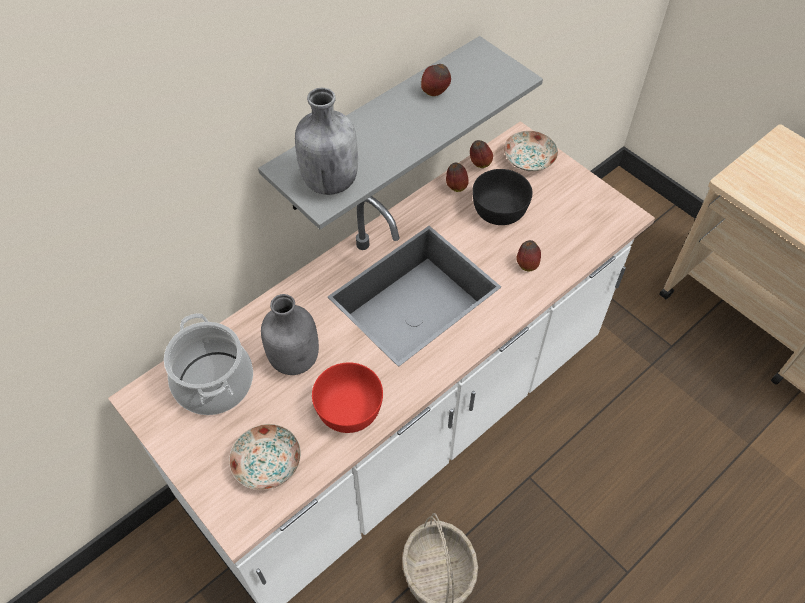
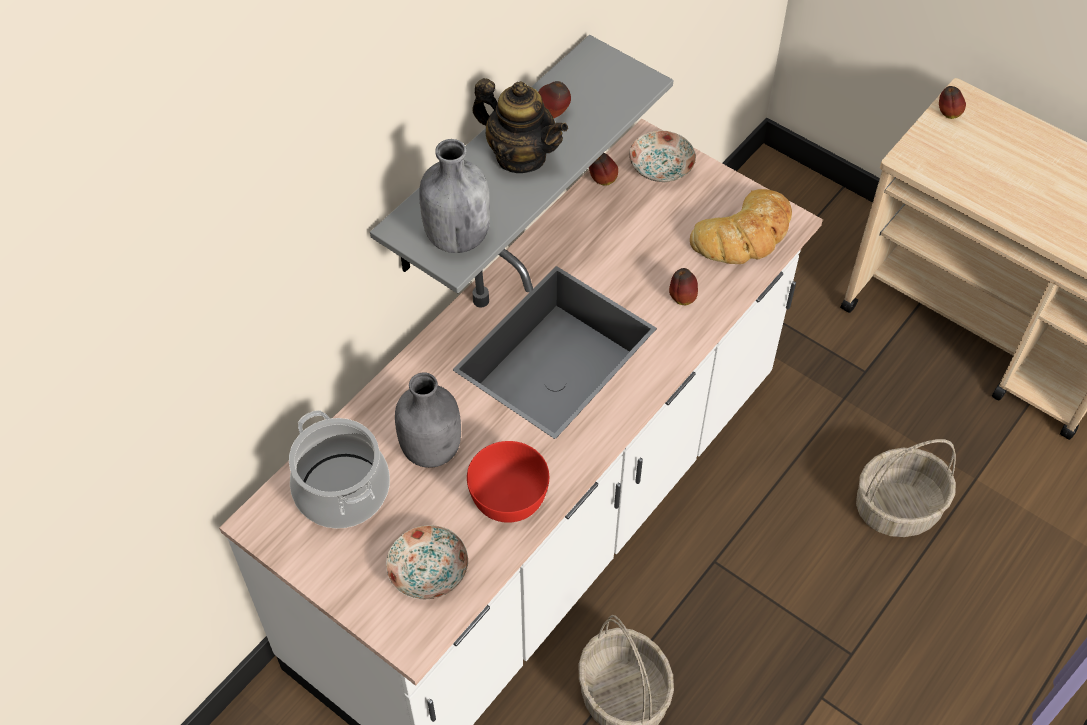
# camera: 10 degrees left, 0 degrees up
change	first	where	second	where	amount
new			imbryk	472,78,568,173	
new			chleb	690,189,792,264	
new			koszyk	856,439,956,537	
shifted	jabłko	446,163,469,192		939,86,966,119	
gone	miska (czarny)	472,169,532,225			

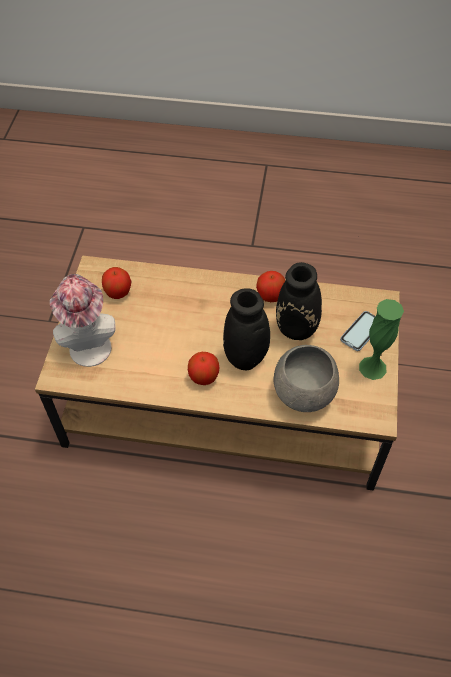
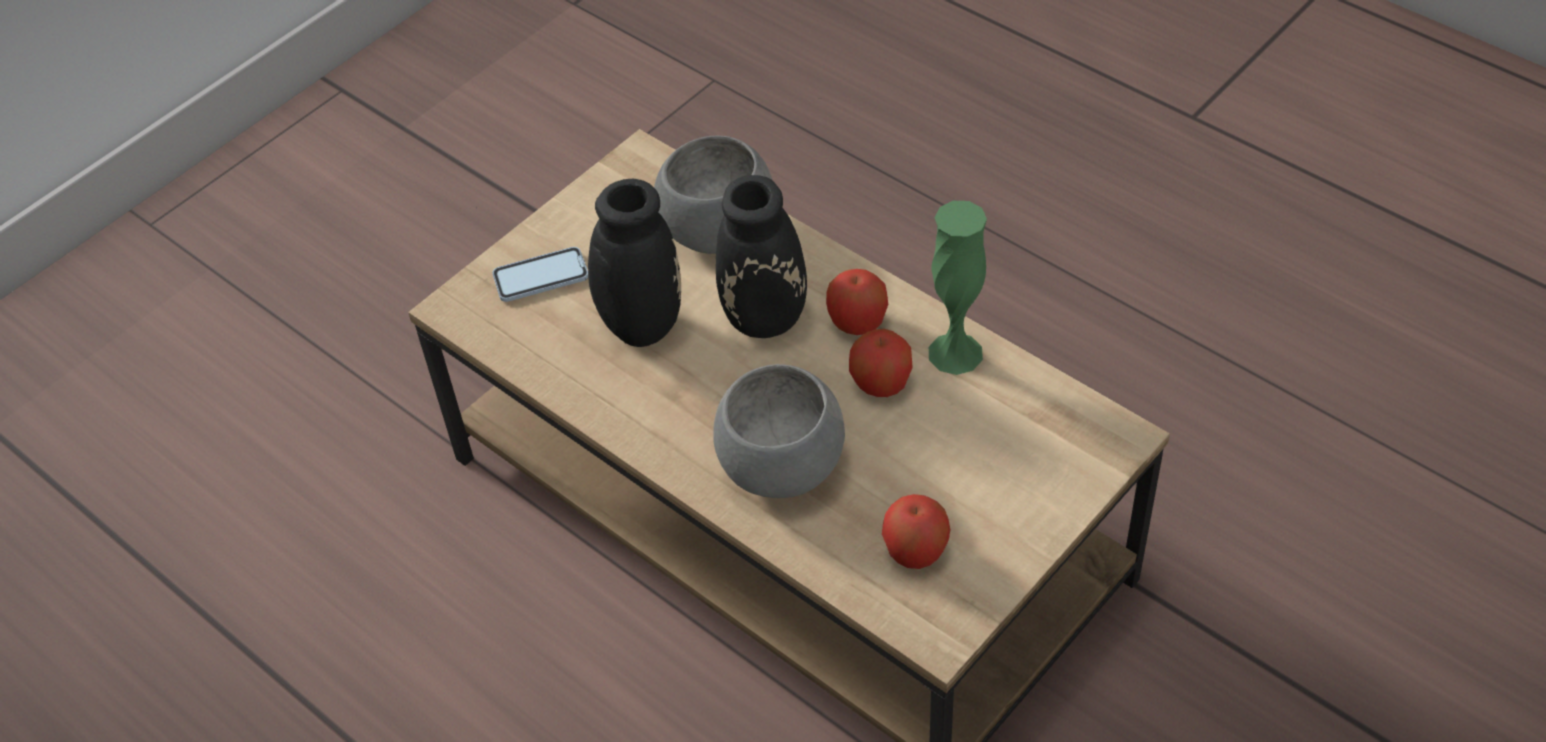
# camera: 145 degrees left, 5 degrees down
change	first	where	second	where	amount
new			miska (szary)	713,364,845,498	
shifted	jabłko	256,271,285,302		849,329,913,397	
shifted	wazon (zielony)	359,299,404,380		929,201,987,375	
gone	kapelusz	50,274,116,367			

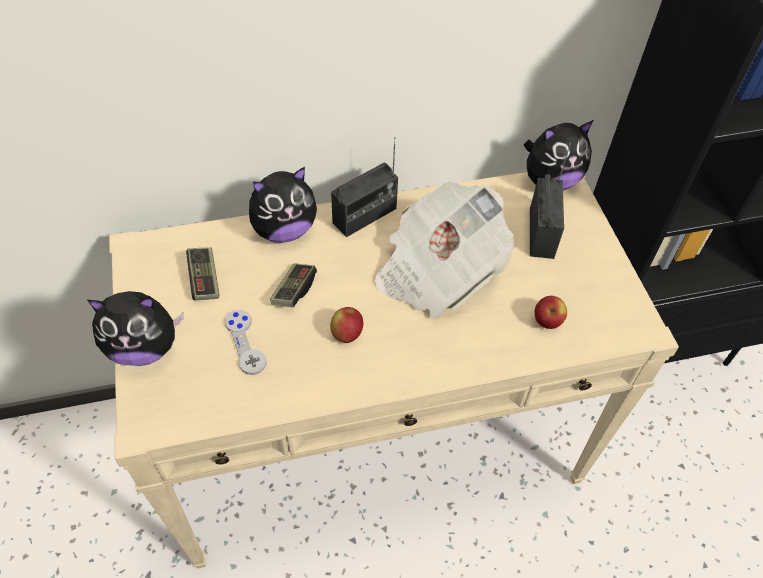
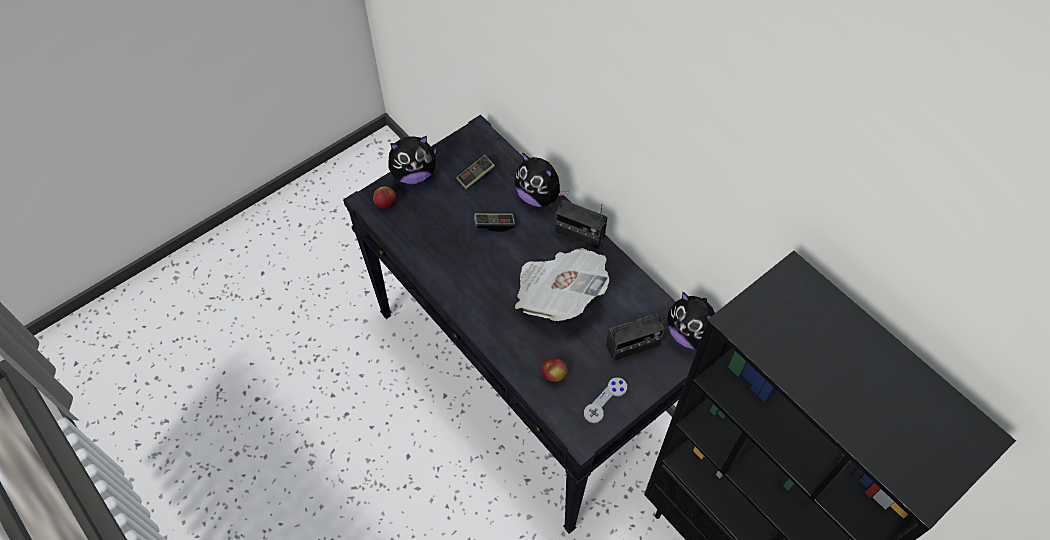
# camera: 65 degrees right, 5 degrees up
change	first	where	second	where	amount
repainted	stolik konsolowy (beżowy)	109,172,679,569	stolik konsolowy (czarny)	343,115,697,534	
shifted	jabłko	330,307,363,343		373,186,396,208	
rotated	pluszak	87,291,184,366		388,136,437,184	75 degrees counterclockwise
shifted	pad do gier (szary)	225,310,267,375		584,377,627,423	

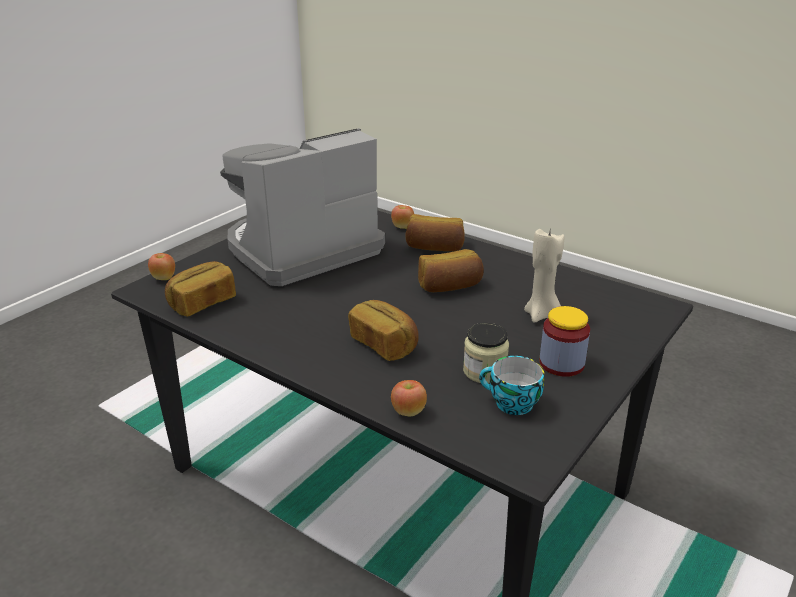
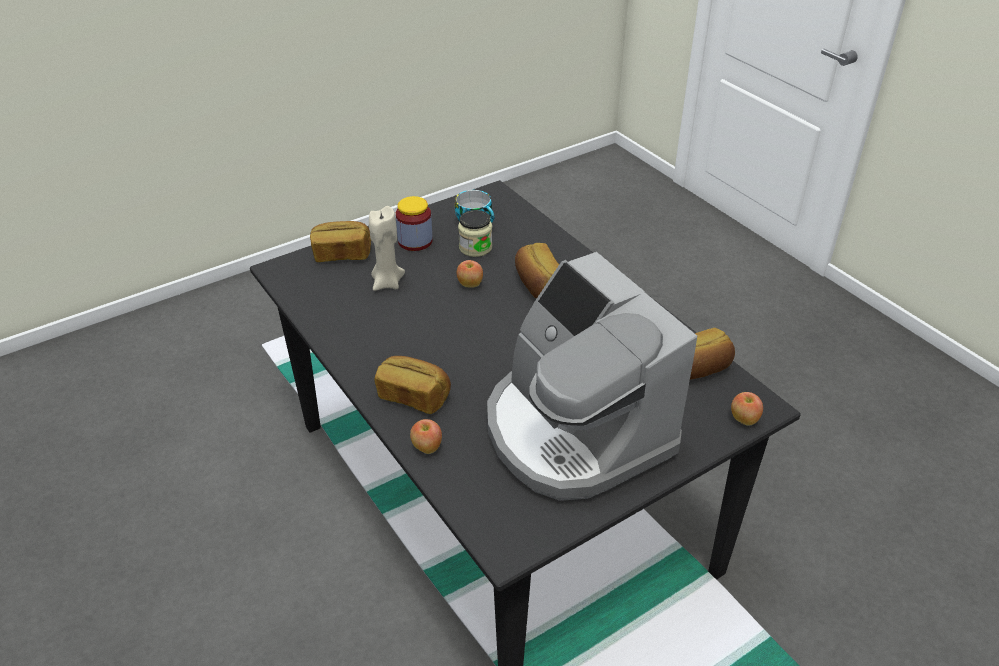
# camera: 160 degrees left, 10 degrees up
change	first	where	second	where	amount
shifted	chleb	418,249,484,292		310,221,371,262	
shifted	jabłko	391,380,427,417		457,260,483,287	
rotated	ekspres do kawy	220,128,385,286		487,252,697,501	75 degrees clockwise

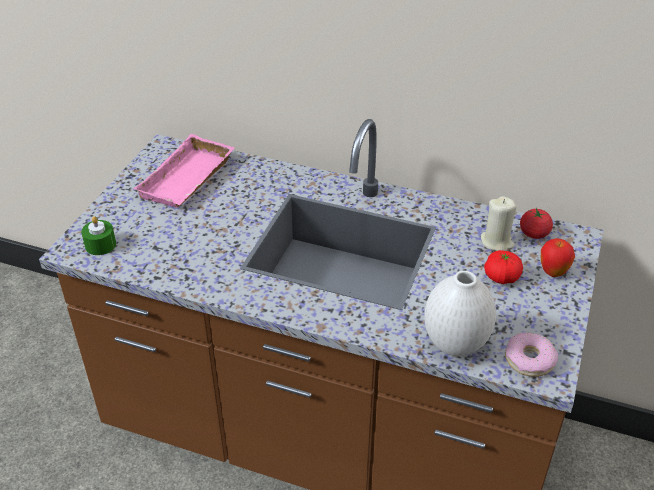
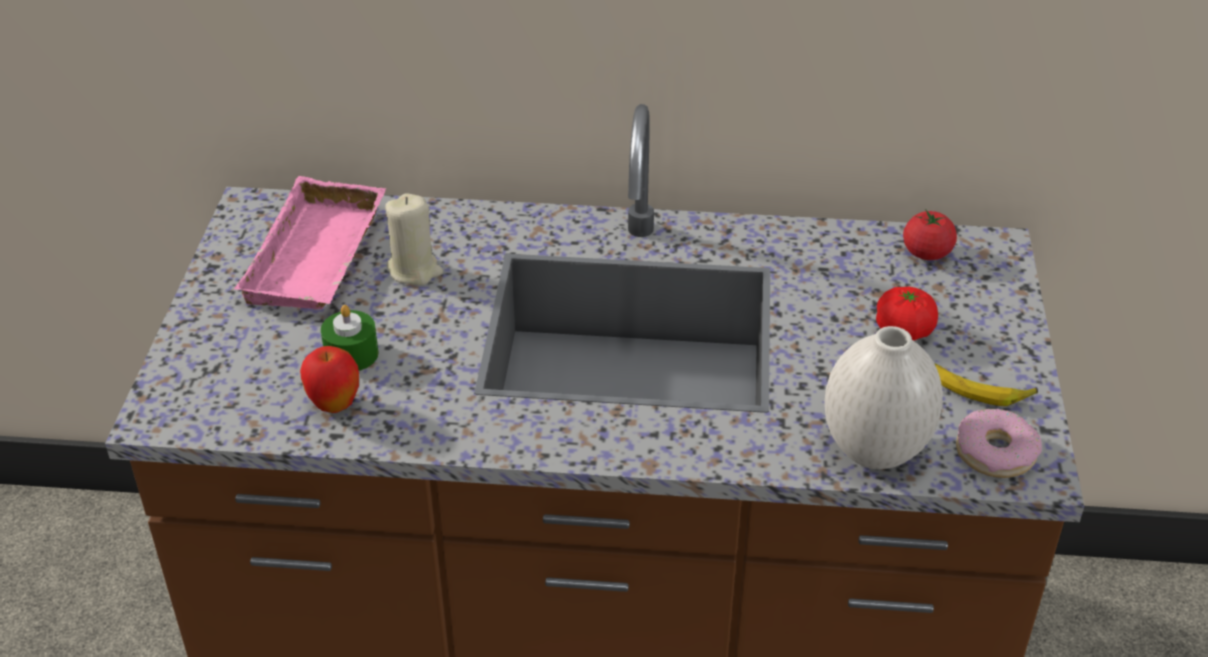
# camera: 15 degrees left, 0 degrees up
change	first	where	second	where	amount
shifted	jabłko	541,238,575,277		300,346,359,413	
shifted	świeca (zielony)	81,216,116,255		321,305,379,371	
shifted	świeca (beżowy)	481,196,517,251		385,193,443,286	
new			banan	934,363,1038,406	

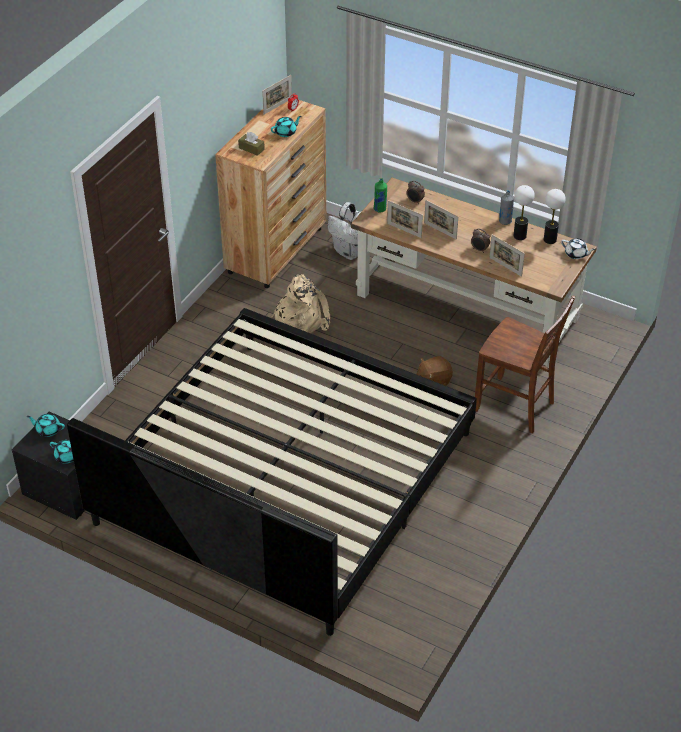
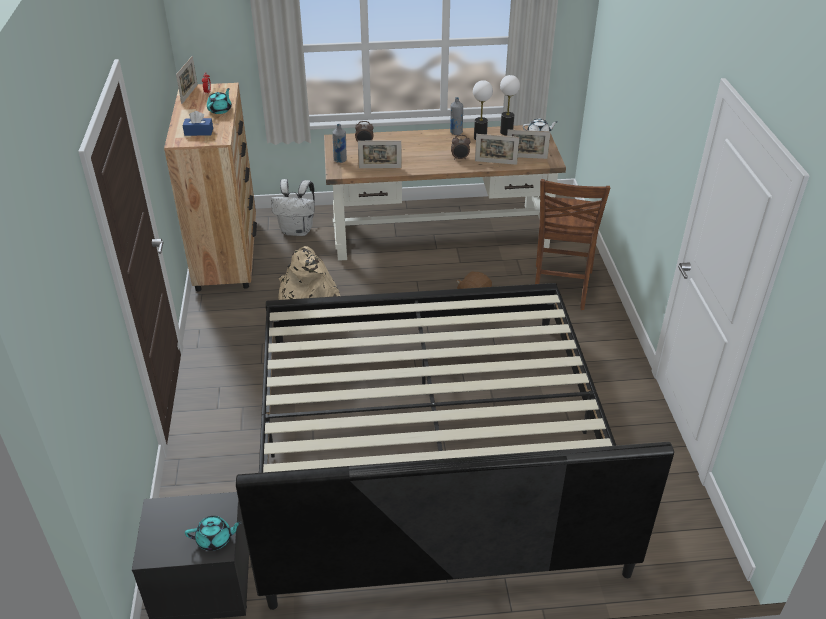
# camera: 35 degrees left, 5 degrees down
change	first	where	second	where	amount
repainted	pudełko chusteczek (brązowy)	238,132,265,156	pudełko chusteczek (niebieski)	183,111,213,136	
repainted	butelka (zielony)	374,178,387,213	butelka (szary)	332,124,347,163	
shifted	ramka na zdjęcie	424,200,458,240		507,130,550,159	
rotated	krzesło (brązowy)	475,295,575,433		535,179,610,310	105 degrees clockwise
gone	imbryk (turkusowy)	27,414,65,437			

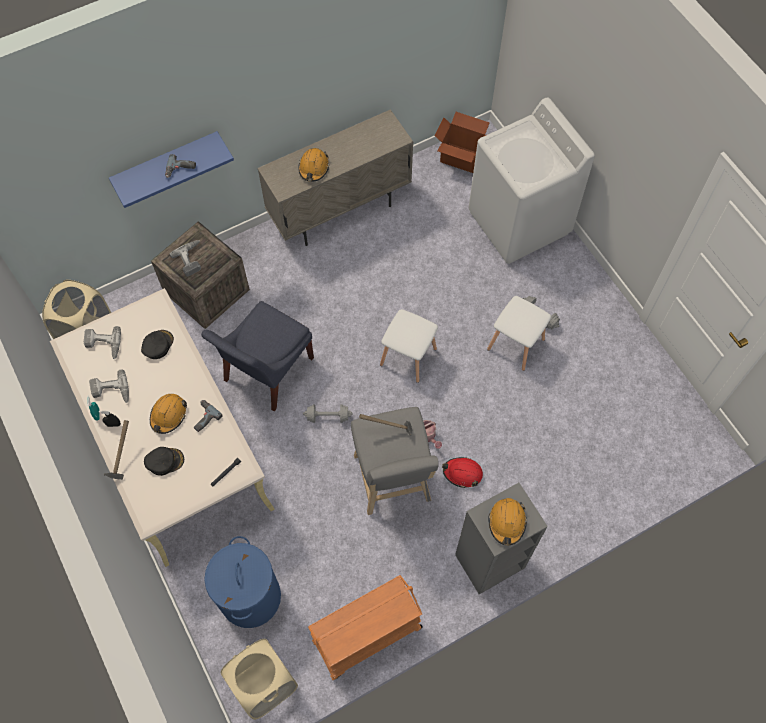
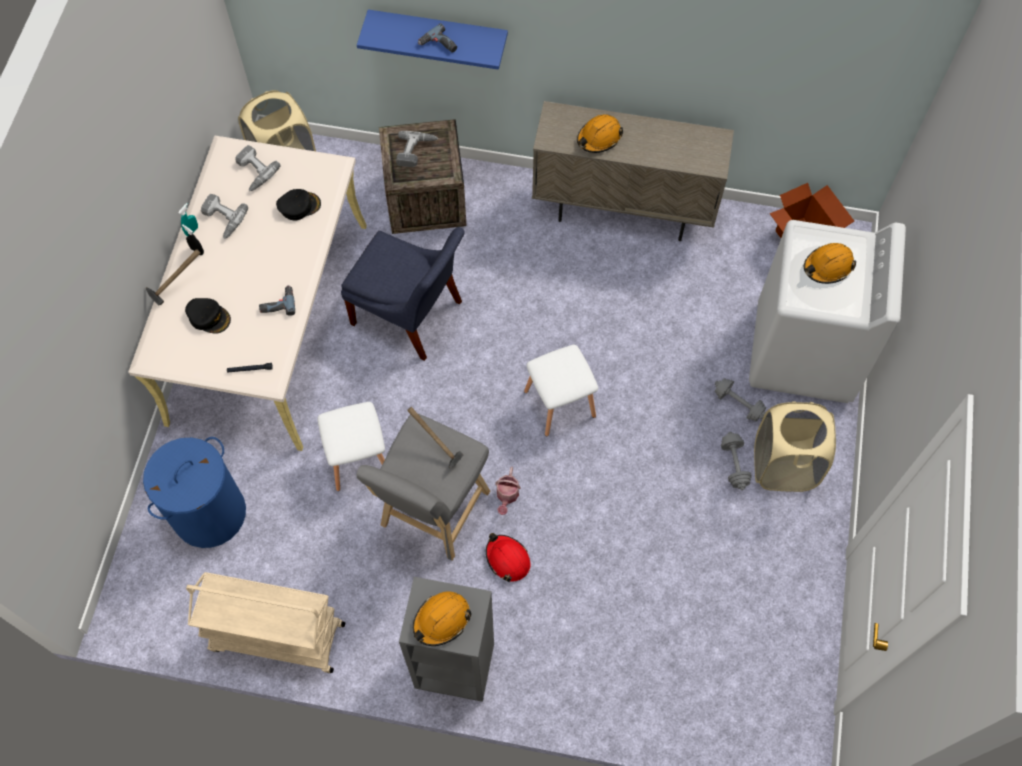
# camera: 40 degrees right, 0 degrees up
change	first	where	second	where	amount
repainted	wózek (pomarańczowy)	308,575,423,680	wózek (beżowy)	186,572,345,673	
shifted	stołek (biały)	487,296,551,371		317,402,385,491	
rotated	krzesło (niebieski)	201,301,314,411		341,227,465,361	135 degrees counterclockwise
shifted	hantel (szary)	303,404,353,423		715,378,766,421	
shifted	kosz na pranie (beżowy)	221,639,298,720		754,401,836,492	
shifted	kask (pomarańczowy)	150,394,187,434		804,243,856,284	

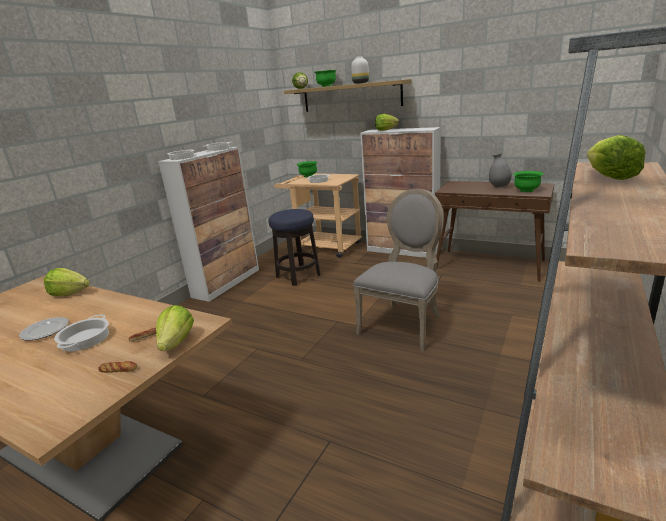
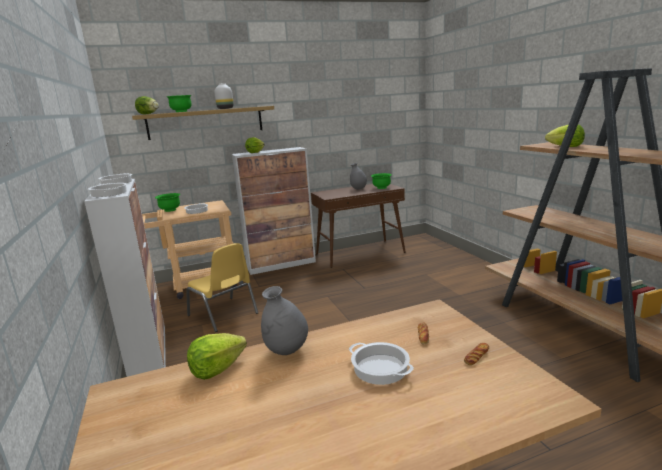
# camera: 50 degrees left, 5 degrees down
change	first	where	second	where	amount
swapped	stołek	269,209,321,286	krzesło (żółty)	186,243,258,332	
new			wazon (szary)	261,286,308,355	
gone	talerz	19,317,69,340			
gone	sałata	156,305,194,351			
gone	krzesło (szary)	353,189,444,352			

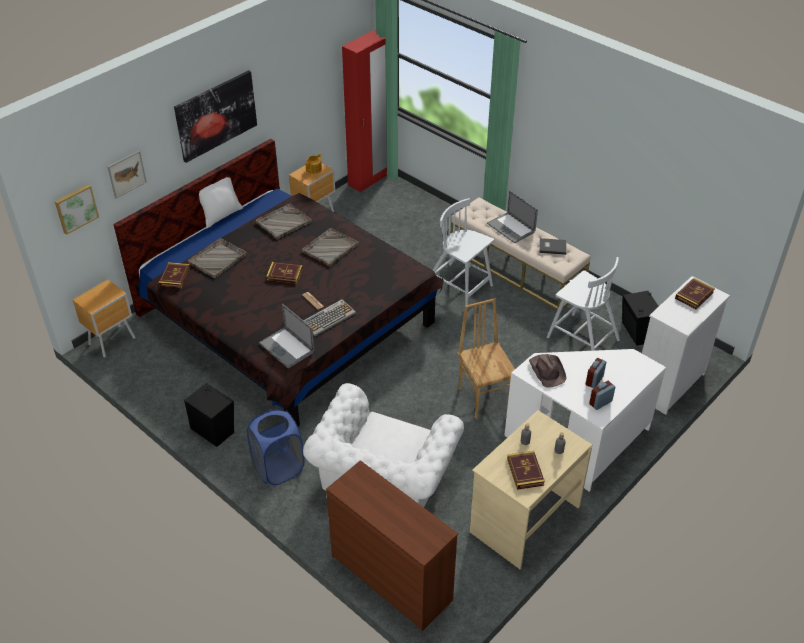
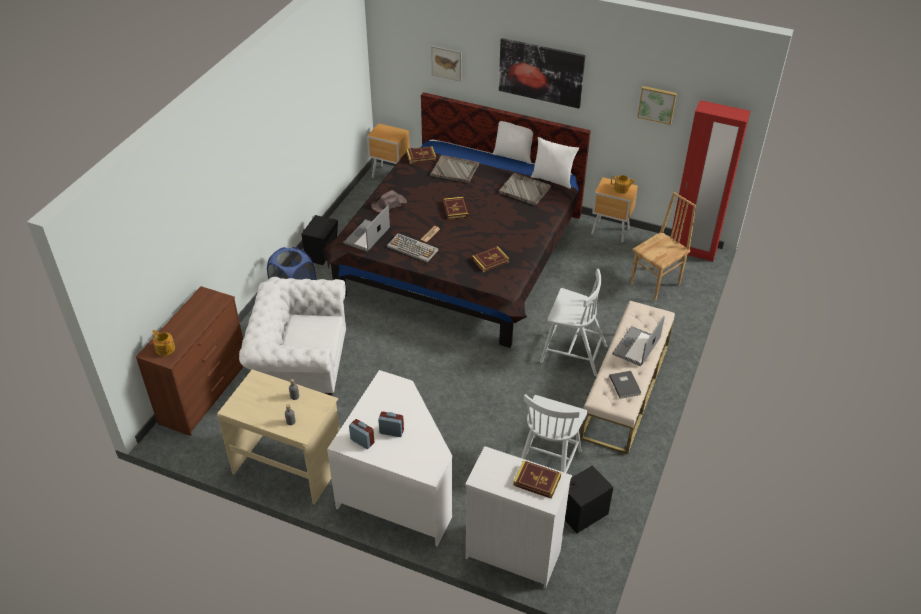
# camera: 70 degrees right, 0 degrees up
change	first	where	second	where	amount
new			imbryk	152,330,175,356	
shifted	kapelusz (brązowy)	529,354,567,387		371,190,407,213	
shifted	książka	507,451,545,490		472,246,509,272	
new			poduszka (biały)	531,137,579,189	
rotated	krzesło (biały)	433,198,494,306		540,269,607,376	90 degrees clockwise
shifted	krzesło (brązowy)	457,298,515,419		631,192,696,301	
shifted	obraz	55,184,99,235		637,86,677,125	
gone	taca (szary)	302,228,359,267			

